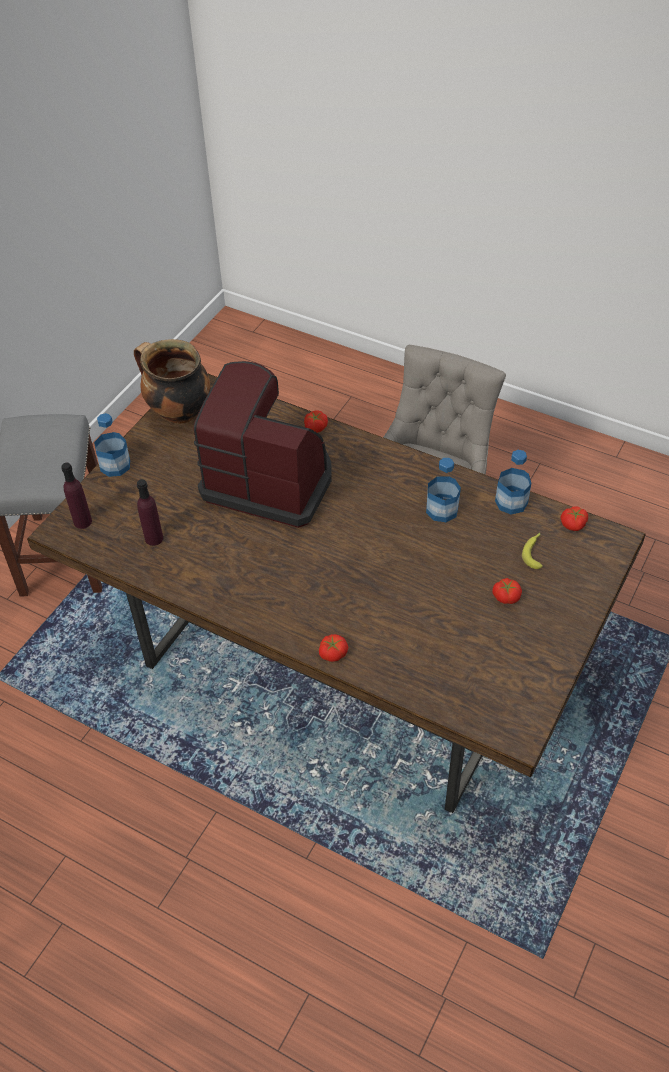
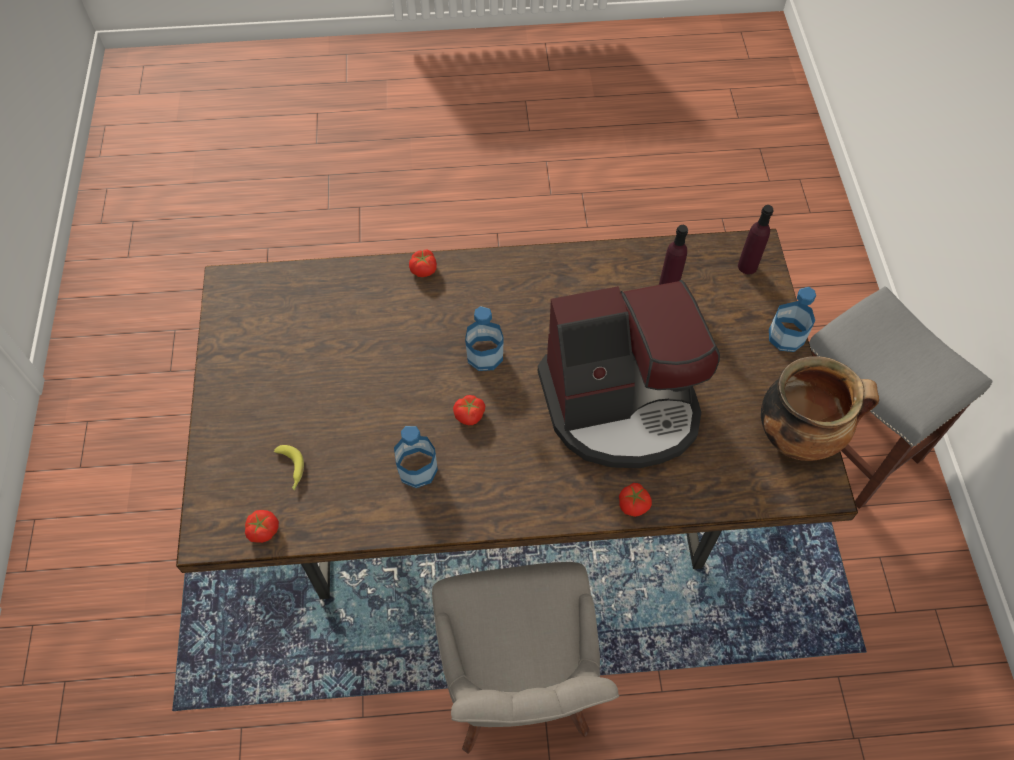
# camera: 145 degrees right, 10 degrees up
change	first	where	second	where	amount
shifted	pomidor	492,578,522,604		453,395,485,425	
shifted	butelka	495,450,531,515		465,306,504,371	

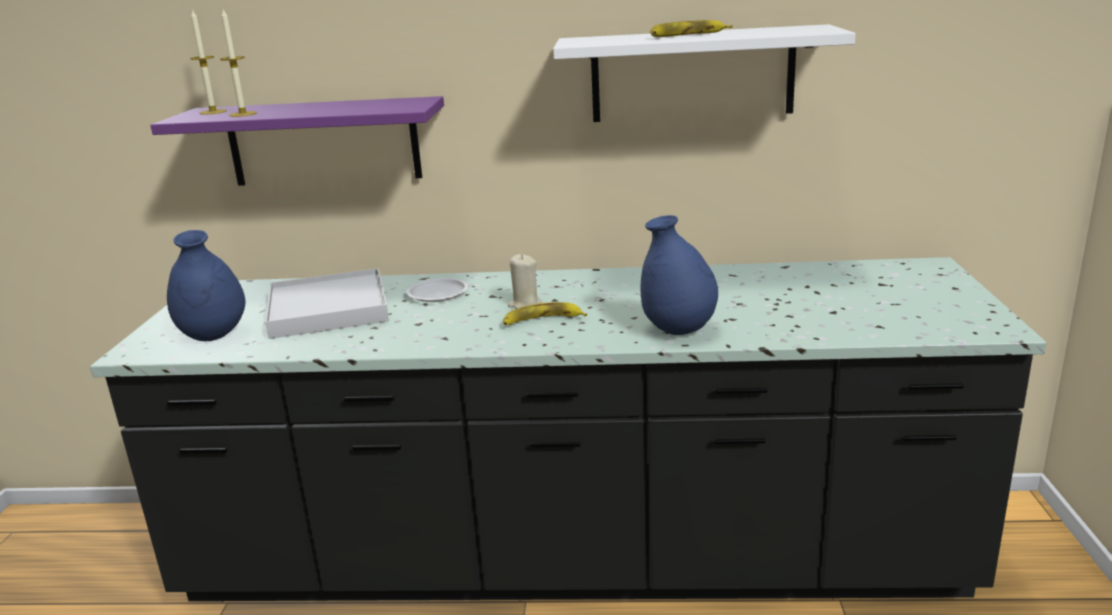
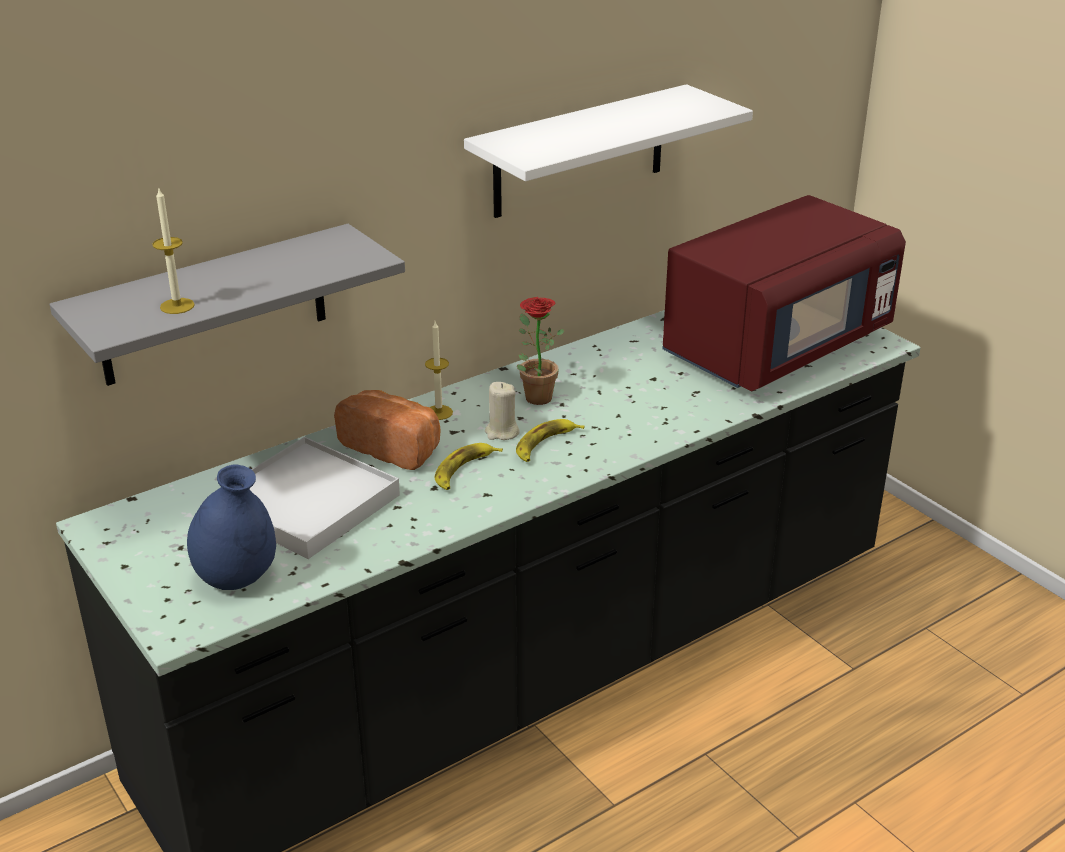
# camera: 40 degrees left, 10 degrees up
change	first	where	second	where	amount
repainted	półka (fioletowy)	150,96,444,186	półka (szary)	50,224,405,386	
swapped	talerz (biały)	406,278,468,302	chleb	334,390,441,470	
shifted	świeca	190,9,227,115		425,322,453,420	
shifted	banan	650,20,733,37		435,443,503,490	
new			roślina doniczkowa	517,297,565,405	
new			mikrofalówka (czerwony)	662,195,906,392	
gone	wazon (niebieski)	640,215,718,335			

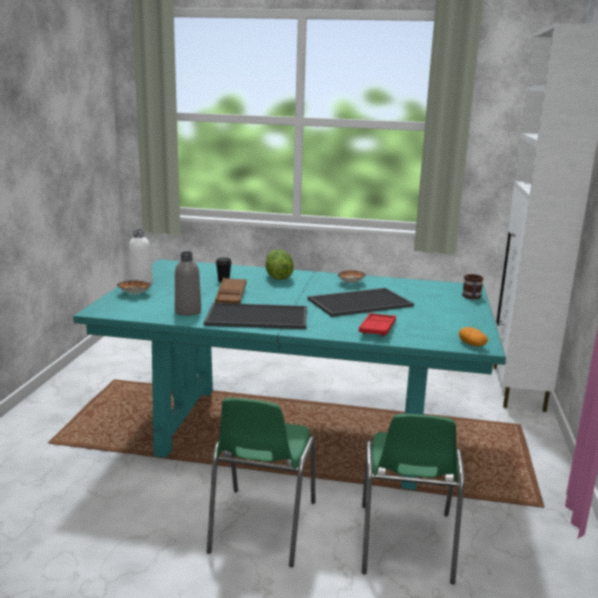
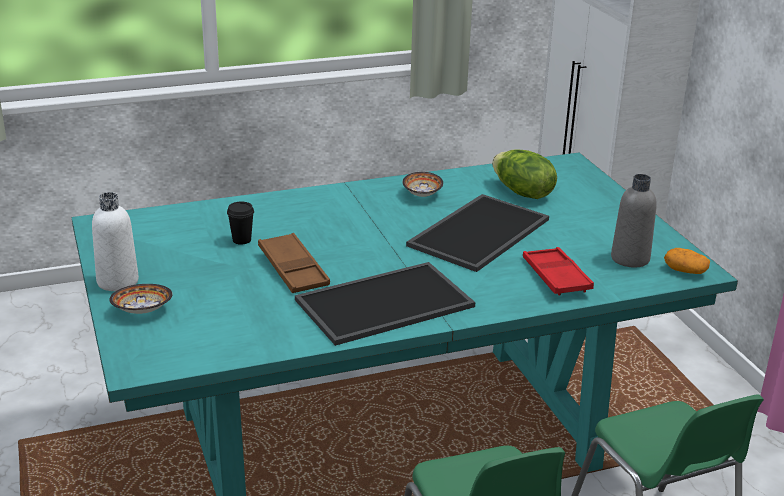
# camera: 30 degrees left, 10 degrees up
change	first	where	second	where	amount
shifted	sałata	266,250,294,280		492,149,557,199	
shifted	butelka (szary)	175,251,201,316		611,174,657,268	
gone	kubek	462,274,484,299			

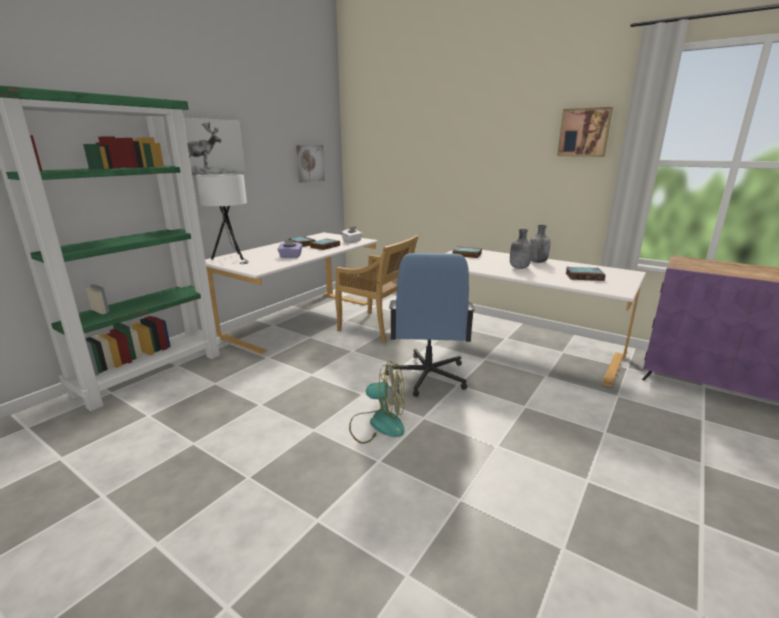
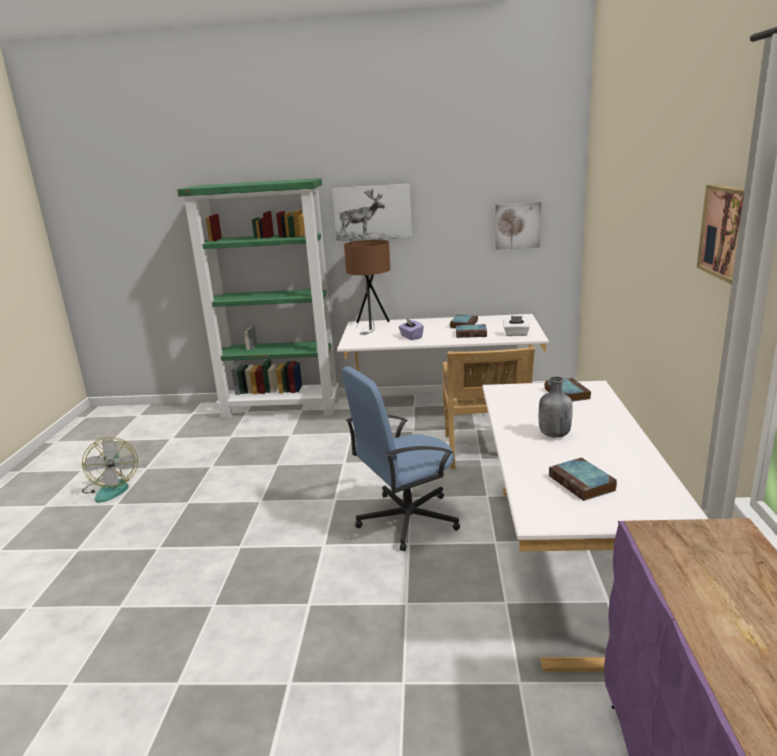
# camera: 60 degrees right, 0 degrees up
change	first	where	second	where	amount
shifted	wentylator	349,361,405,444		82,437,138,503	
repainted	lampa stołowa (biały)	196,174,249,264	lampa stołowa (brązowy)	344,240,390,335	
gone	butelka (szary)	530,225,550,263			

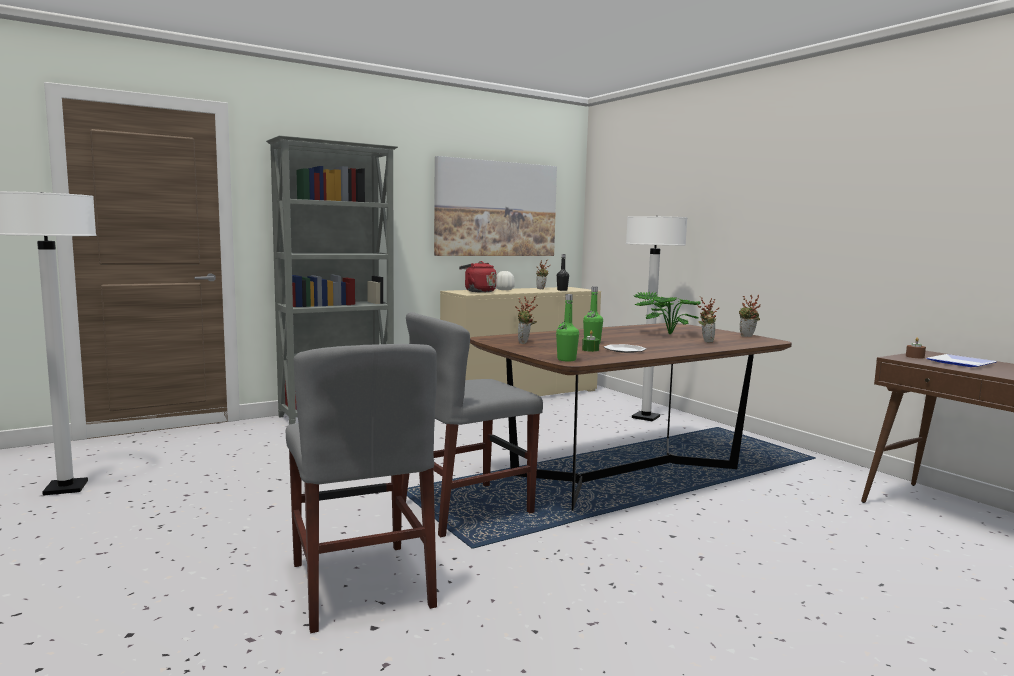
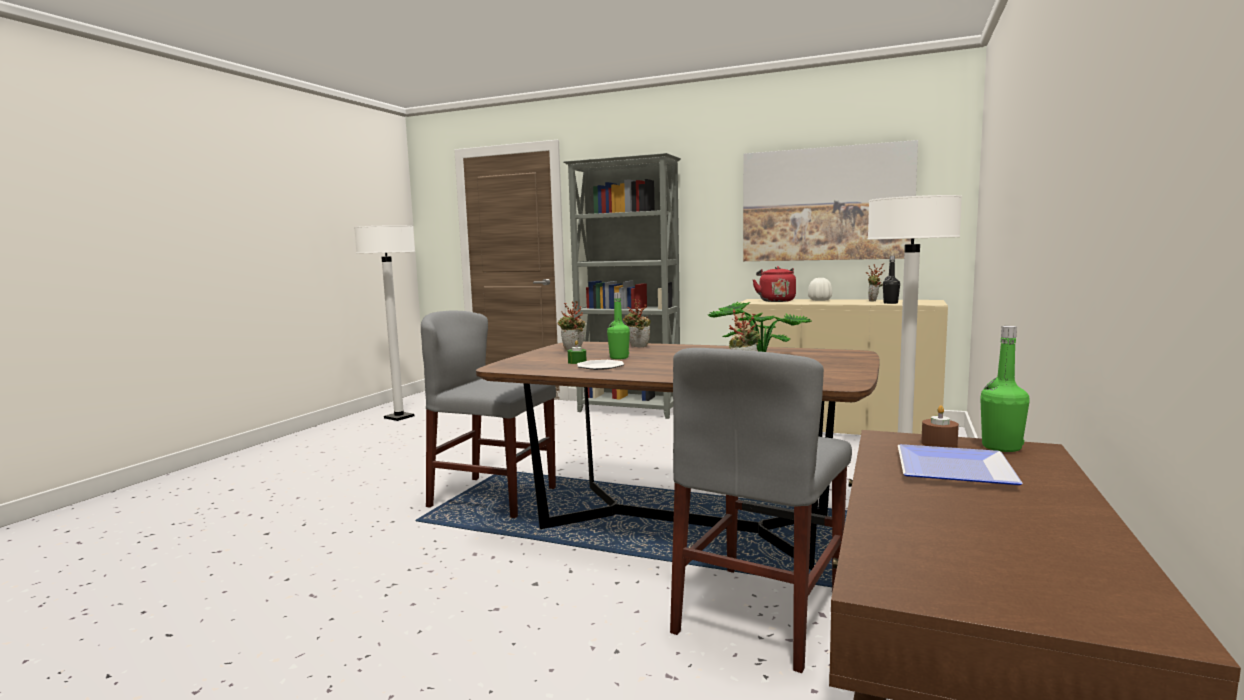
# camera: 55 degrees right, 0 degrees up
change	first	where	second	where	amount
shifted	roślina doniczkowa	739,295,760,337		623,299,651,347	
shifted	krzesło (szary)	286,344,437,633		670,348,852,673	
shifted	butelka (zielony)	556,294,579,361		980,326,1030,452	

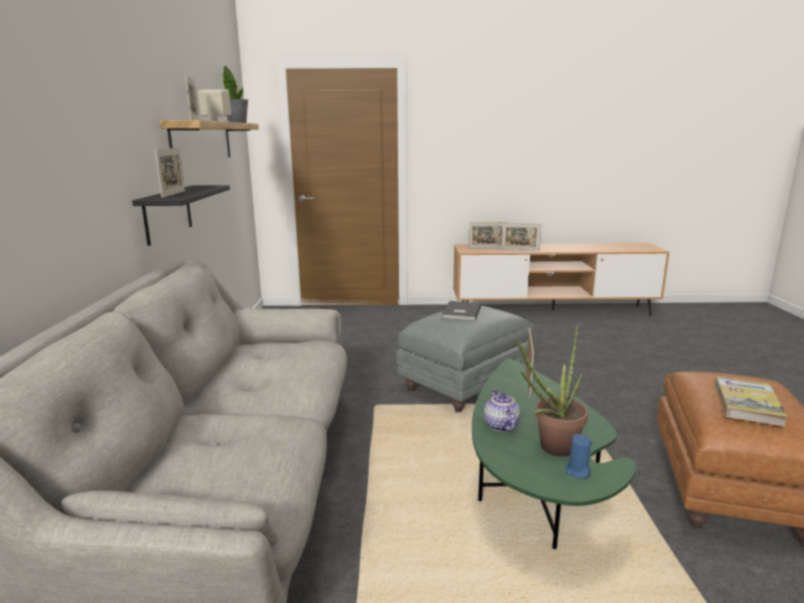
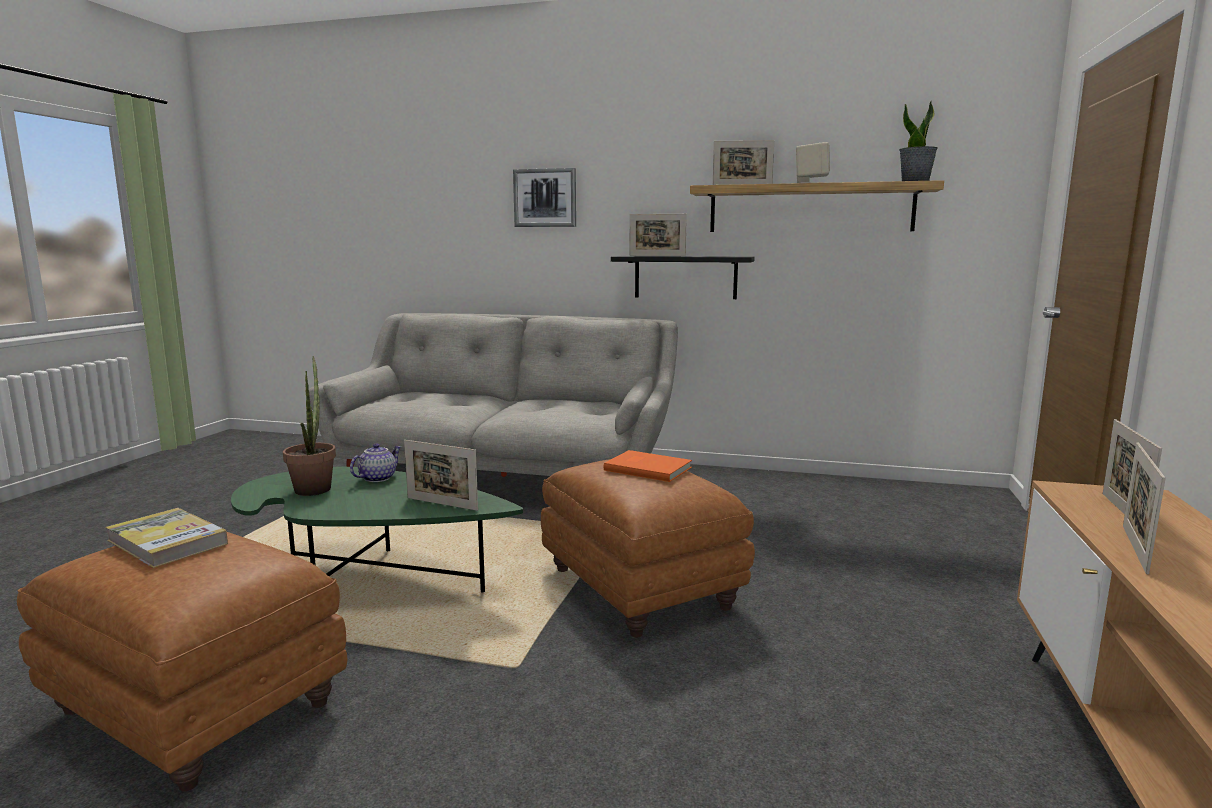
# camera: 105 degrees right, 5 degrees down
change	first	where	second	where	amount
rotated	imbryk	484,389,521,432		350,443,401,482	60 degrees counterclockwise
new			obraz	513,168,576,227	
repainted	pufa (szary)	396,305,533,412	pufa (brązowy)	541,459,755,638	
repainted	książka (szary)	442,301,481,321	książka (pomarańczowy)	603,450,692,482	
gone	świeca (niebieski)	565,434,592,479			

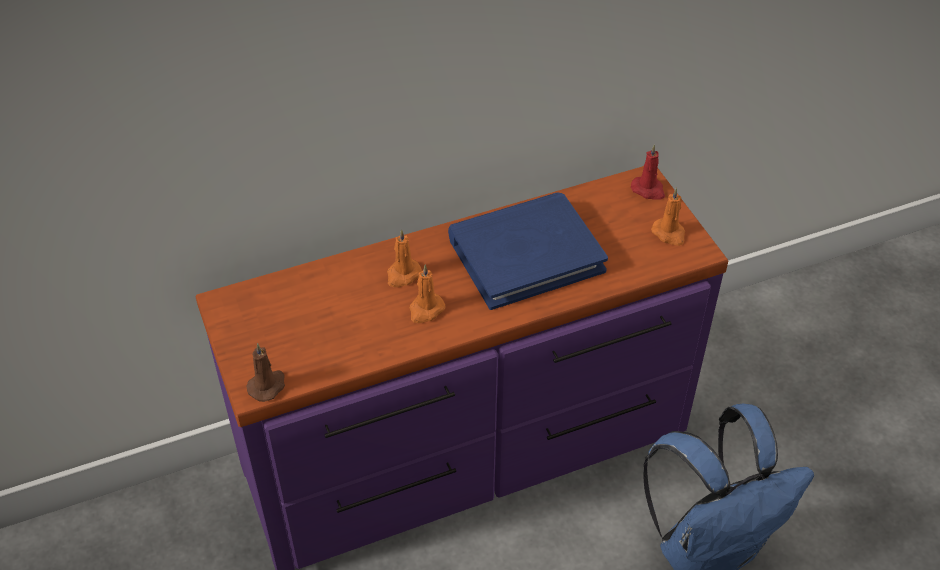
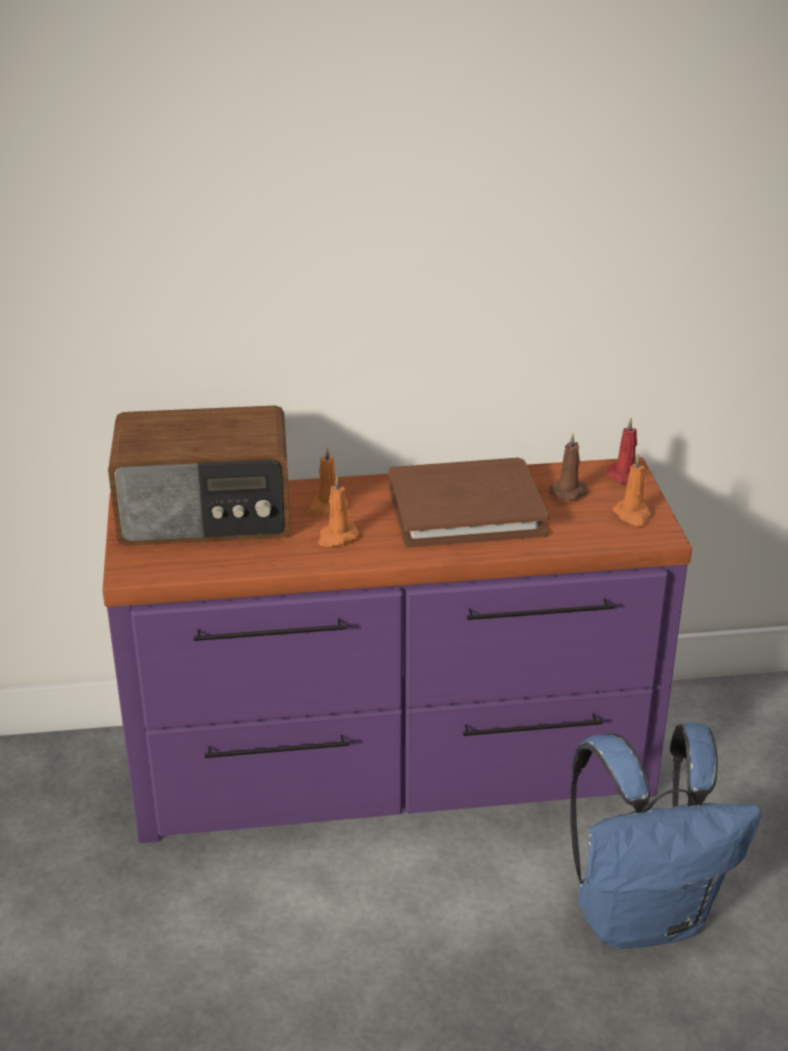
# camera: 15 degrees right, 15 degrees down
change	first	where	second	where	amount
new			radio	108,406,290,546	
repainted	książka (niebieski)	448,192,608,310	książka (brązowy)	388,458,549,548	
shifted	świeca (brązowy)	246,343,285,402		549,433,587,501	

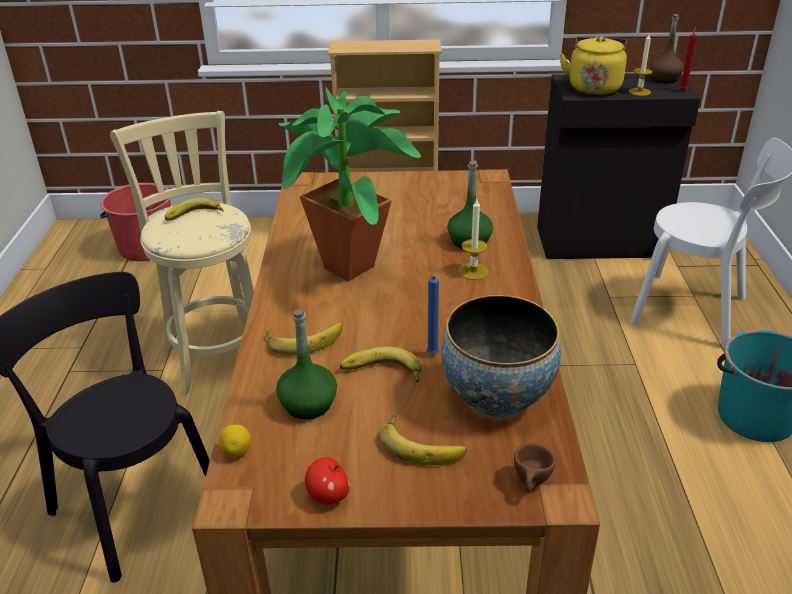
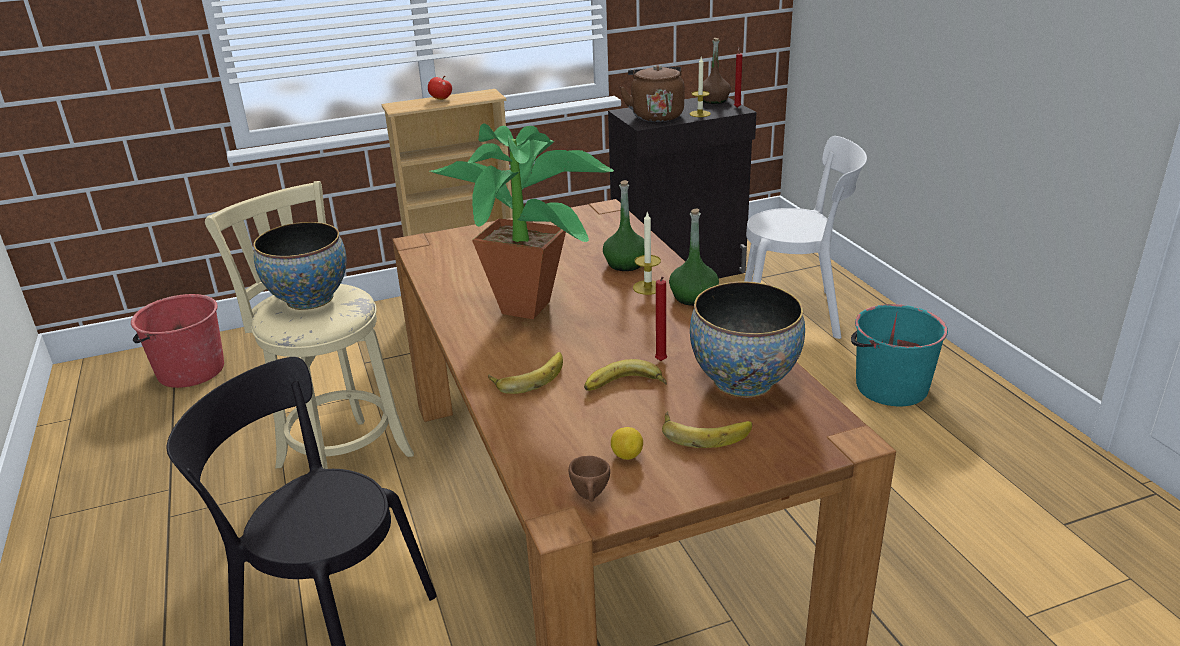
# camera: 20 degrees left, 5 degrees down
change	first	where	second	where	amount
swapped	banan	165,197,223,221	miska	253,222,347,310	
shifted	jabłko	305,457,350,505		428,76,452,100	
shifted	filiżanka (brązowy)	514,443,556,492		569,456,610,502	
shifted	cytryna	219,424,251,457		611,427,643,460	
repainted	czajnik (żółty)	560,36,627,95	czajnik (brązowy)	620,65,685,122	
repainted	świeca (niebieski)	427,276,439,355	świeca (czerwony)	655,277,667,361	
shifted	butelka (zielony)	276,309,337,419		669,208,719,306	

